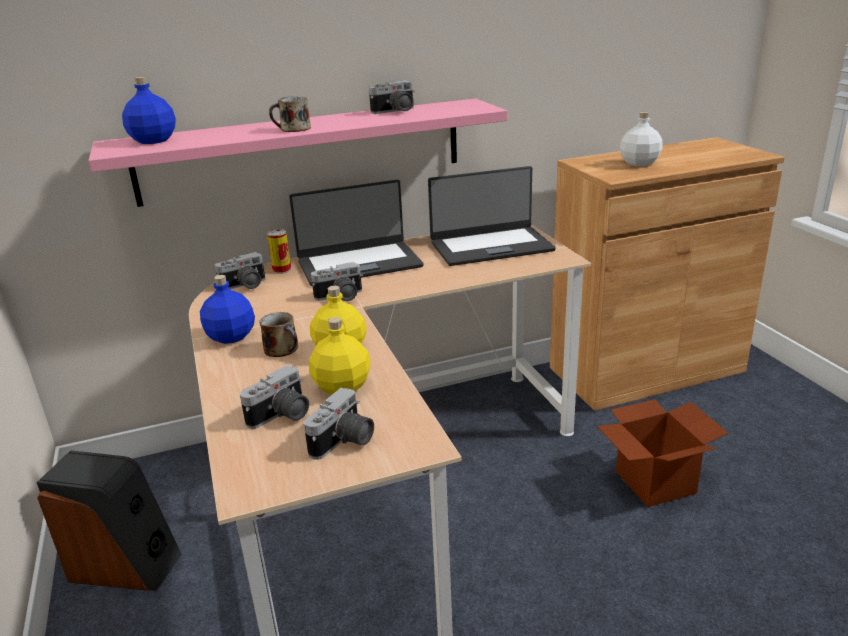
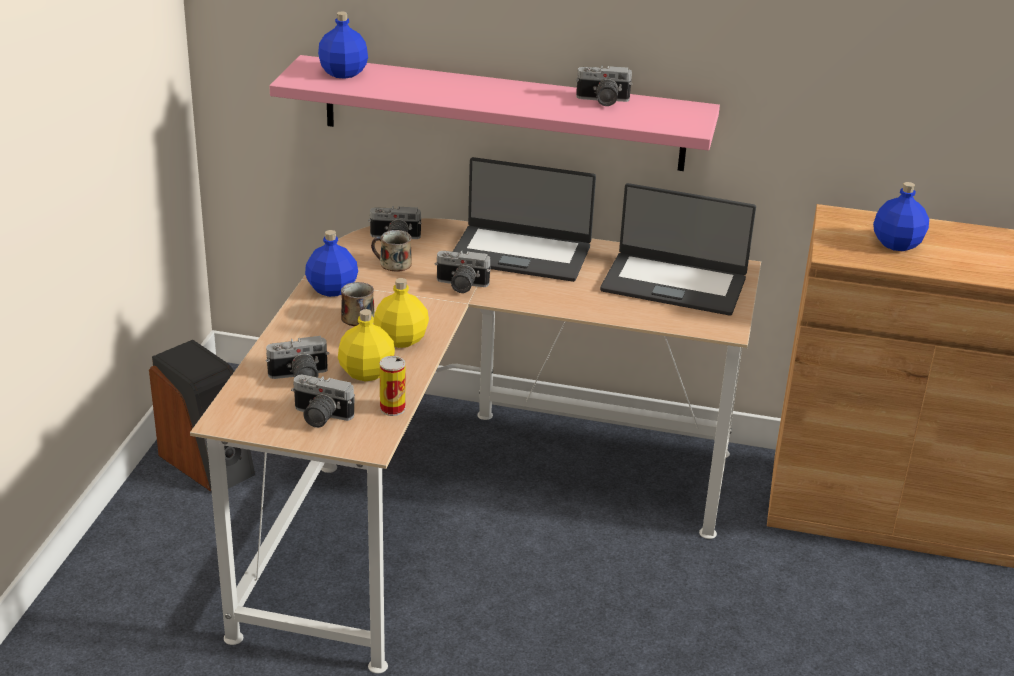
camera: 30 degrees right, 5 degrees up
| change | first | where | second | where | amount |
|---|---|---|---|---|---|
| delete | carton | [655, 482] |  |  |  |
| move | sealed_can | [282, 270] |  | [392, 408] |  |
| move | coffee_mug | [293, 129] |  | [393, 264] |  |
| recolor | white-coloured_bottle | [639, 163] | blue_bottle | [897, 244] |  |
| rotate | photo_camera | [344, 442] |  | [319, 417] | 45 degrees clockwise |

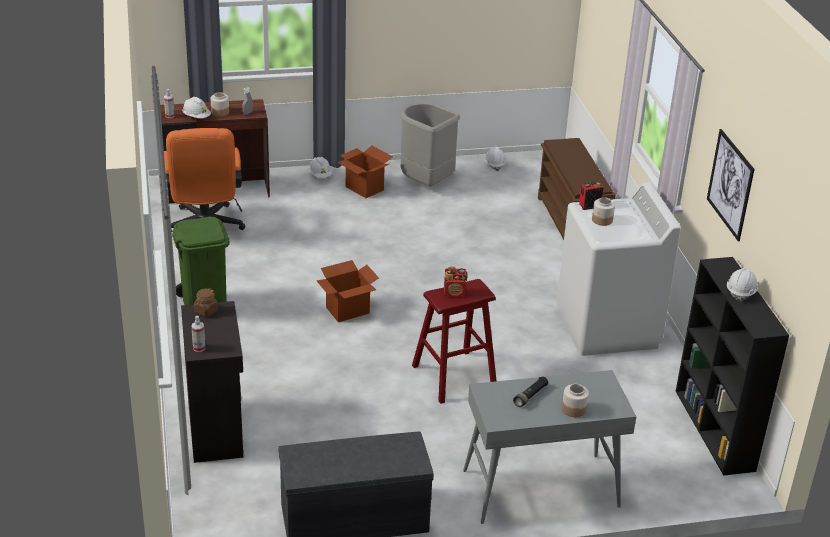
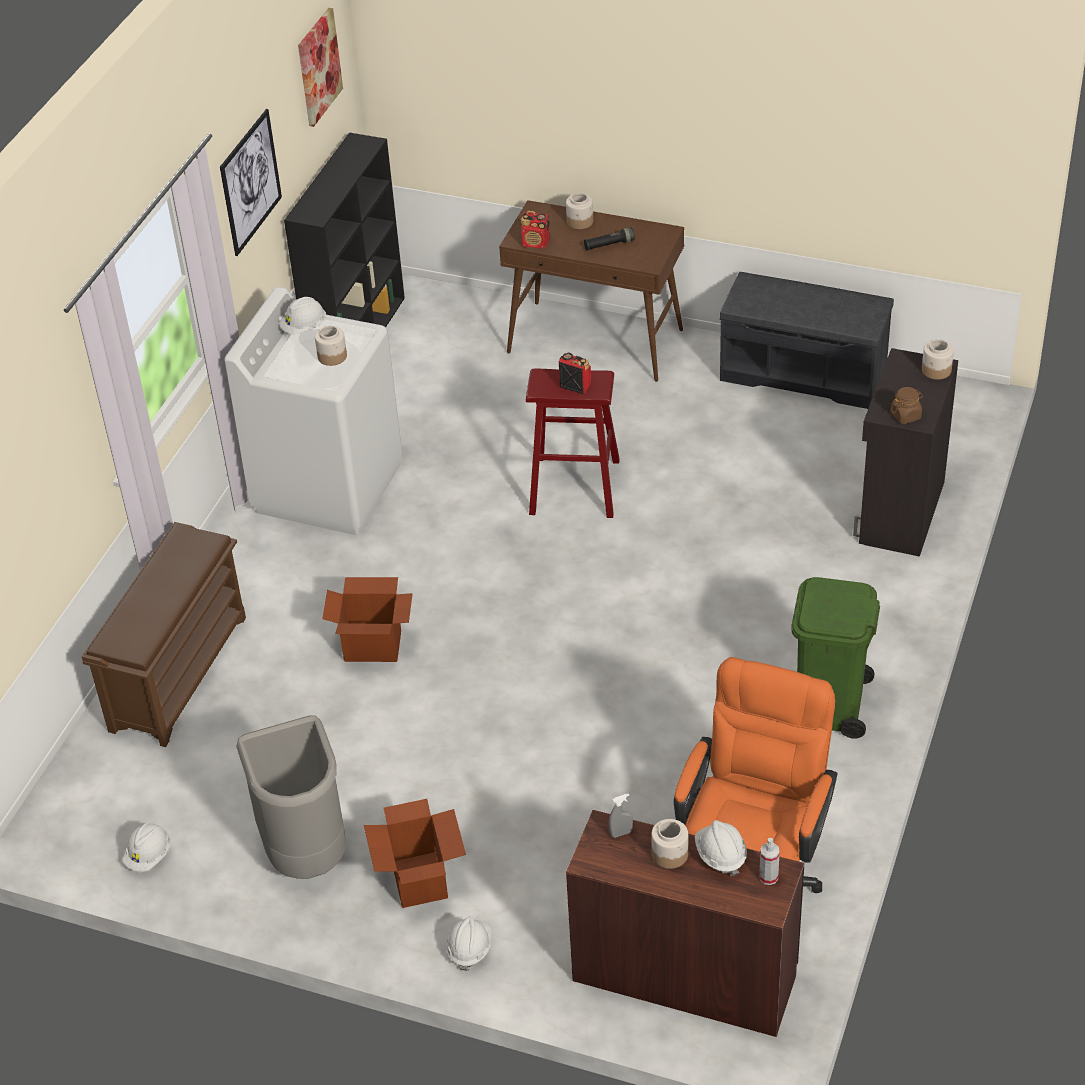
camera: 145 degrees left, 10 degrees up
| change | first | where | second | where | amount |
|---|---|---|---|---|---|
| insert |  |  | picture | [318, 67] |  |
| move | carton | [347, 310] |  | [373, 646] |  |
| move | radio_set | [589, 206] |  | [536, 243] |  |
| move | white-coloured_work_helmet | [740, 292] |  | [304, 328] |  |
| replace | spray_bottle | [199, 348] | storage_jar | [936, 370] |  |
| recolor | greyish_hall_table | [540, 489] | brown-coloured_hall_table | [596, 341] |  |

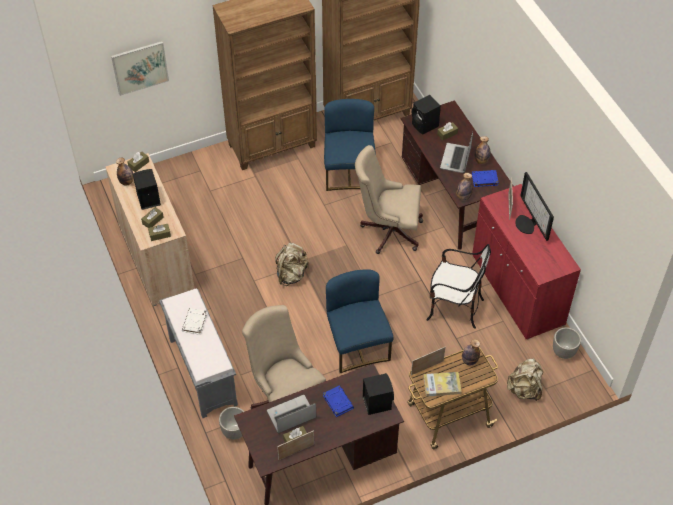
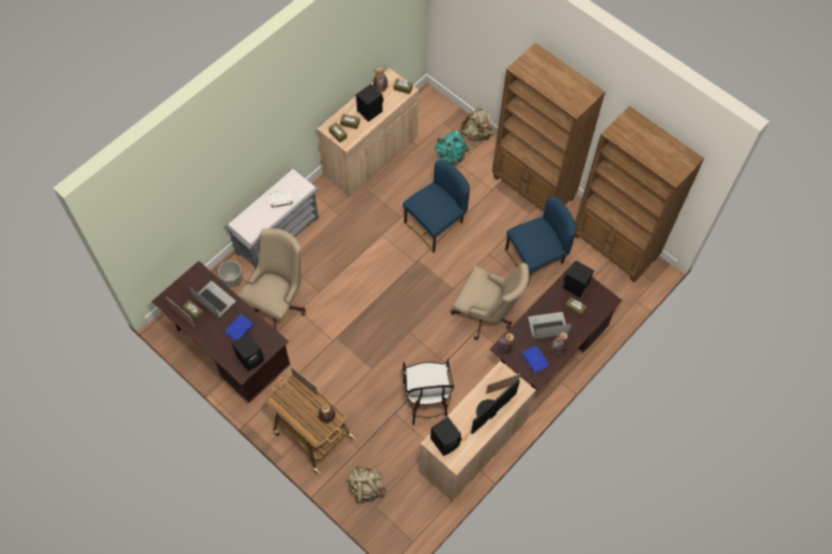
camera: 65 degrees right, 10 degrees up
| change | first | where | second | where | amount |
|---|---|---|---|---|---|
| delete | picture | [140, 67] |  |  |  |
| delete | bound_book | [442, 385] |  |  |  |
| delete | planter | [563, 352] |  |  |  |
| insert |  |  | blackish_audio_speaker | [446, 441] |  |
| insert |  |  | turquoise-coloured_rucksack | [451, 156] |  |
| move | beige-coloured_rucksack | [291, 274] |  | [477, 134] |  |
| move | blue_chair | [357, 345] |  | [436, 225] |  |
| recolor | reddish_storage_cabinet | [517, 290] | beige-coloured_storage_cabinet | [472, 447] |  |
| rotate | beige-coloured_computer_chair | [388, 230] |  | [486, 315] | 135 degrees clockwise |

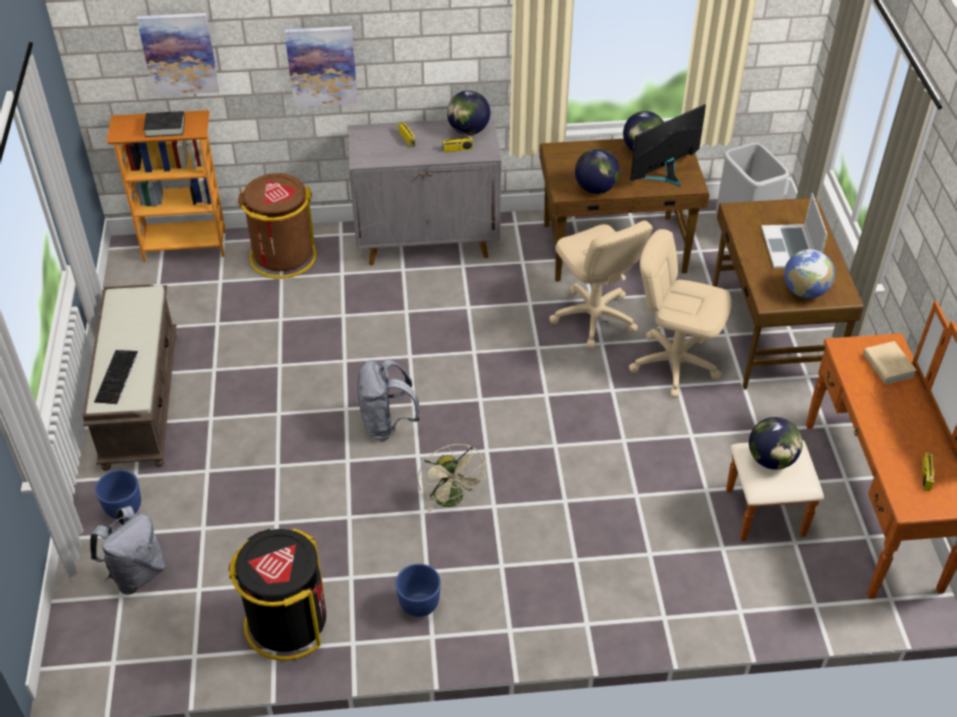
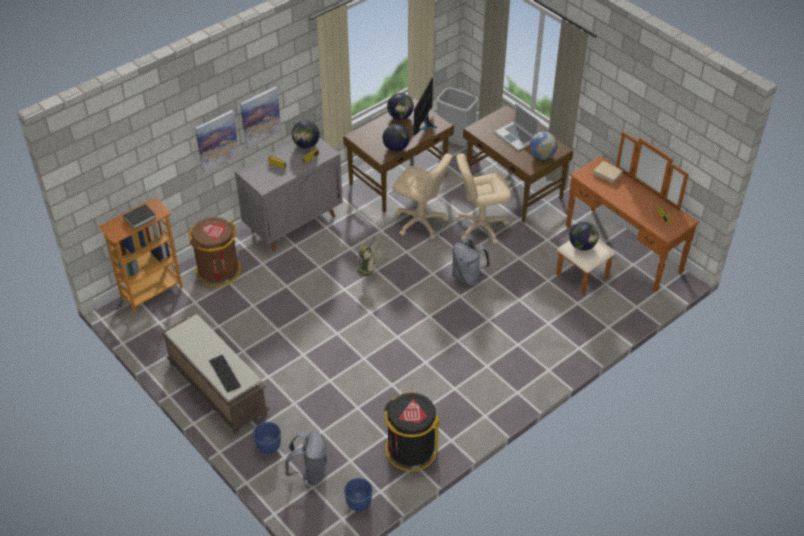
camera: 35 degrees left, 0 degrees up
| change | first | where | second | where | amount |
|---|---|---|---|---|---|
| move | picture | [179, 53] |  | [260, 117] |  |
| move | greyish_rucksack | [387, 424] |  | [468, 277] |  |
| move | blue_planter | [418, 604] |  | [358, 503] |  |
| move | beige-coloured_electric_fan | [452, 500] |  | [369, 271] |  |

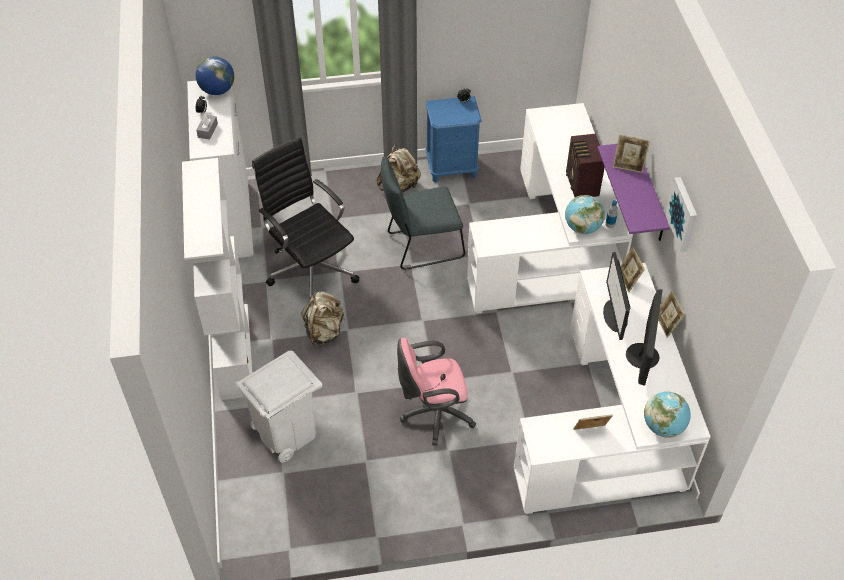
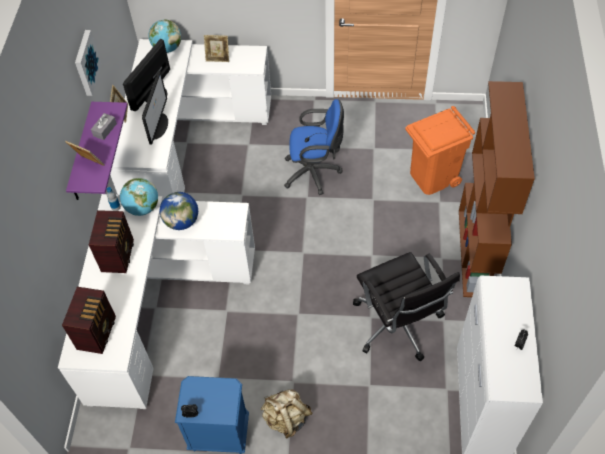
camera: 165 degrees left, 5 degrees up
| change | first | where | second | where | amount |
|---|---|---|---|---|---|
| delete | beige-coloured_rucksack | [324, 331] |  |  |  |
| delete | greyish_chair | [421, 246] |  |  |  |
| delete | standing_frame | [628, 280] |  |  |  |
| insert |  |  | radio_set | [98, 332] |  |
| move | globe | [217, 90] |  | [181, 221] |  |
| move | greyish_tissue_box | [207, 130] |  | [105, 130] |  |
| recolor | white-coloured_bookshelf | [234, 350] | brown-coloured_bookshelf | [475, 253] |  |
| recolor | white-coloured_waste_bin | [286, 433] | orange-coloured_waste_bin | [433, 177] |  |
| recolor | pink-coloured_computer_chair | [433, 414] | blue_computer_chair | [314, 172] |  |

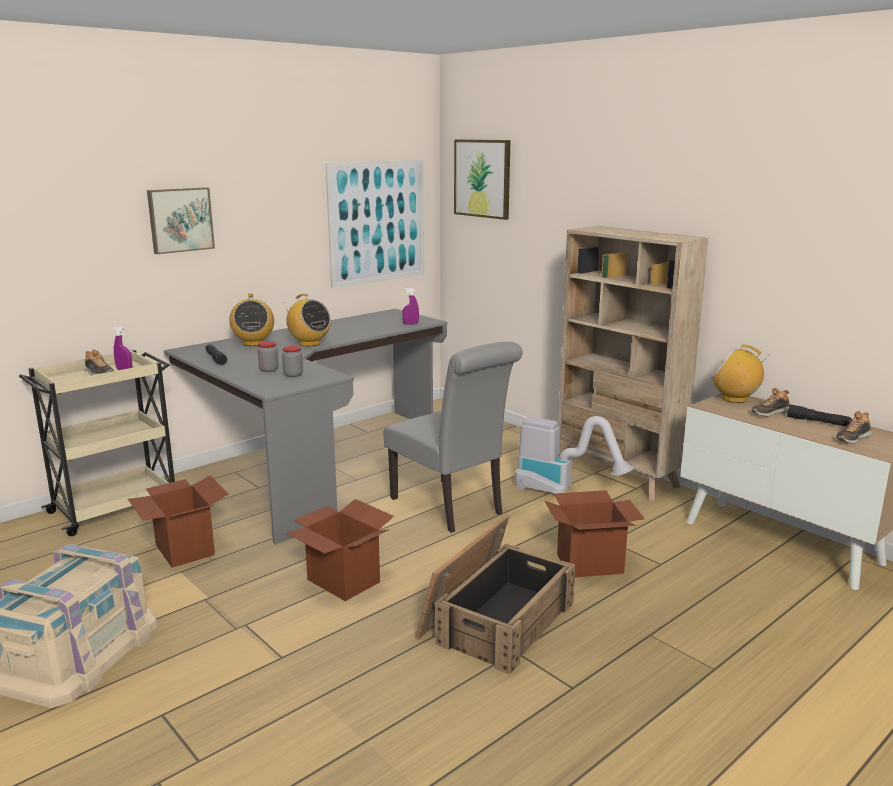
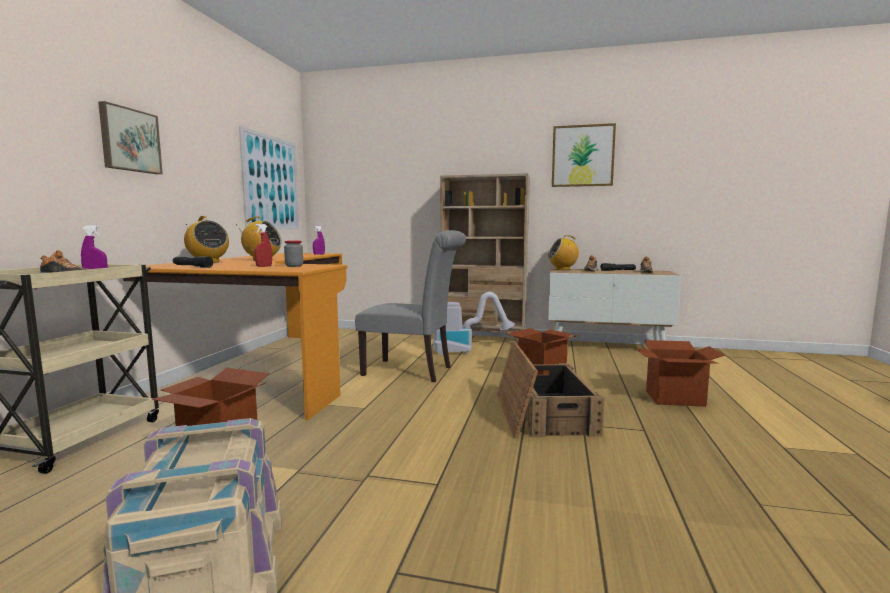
camera: 35 degrees left, 10 degrees down
| change | first | where | second | where | amount |
|---|---|---|---|---|---|
| move | carton | [343, 581] |  | [674, 399] |  |
| move | picture | [482, 178] |  | [582, 156] |  |
| replace | storage_jar | [269, 370] | reddish_spray_bottle | [264, 266] |  |
| recolor | greyish_desk_unit | [315, 464] | orange-coloured_desk_unit | [267, 371] |  |

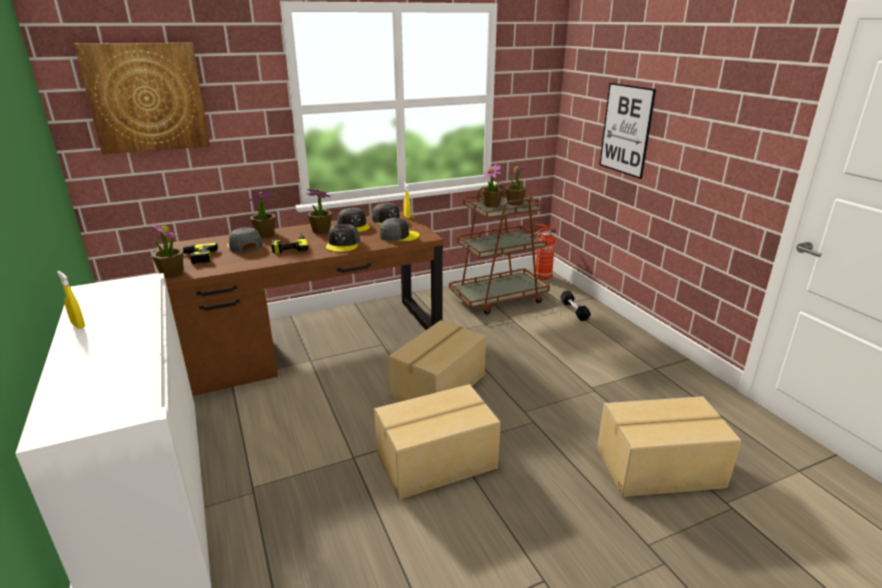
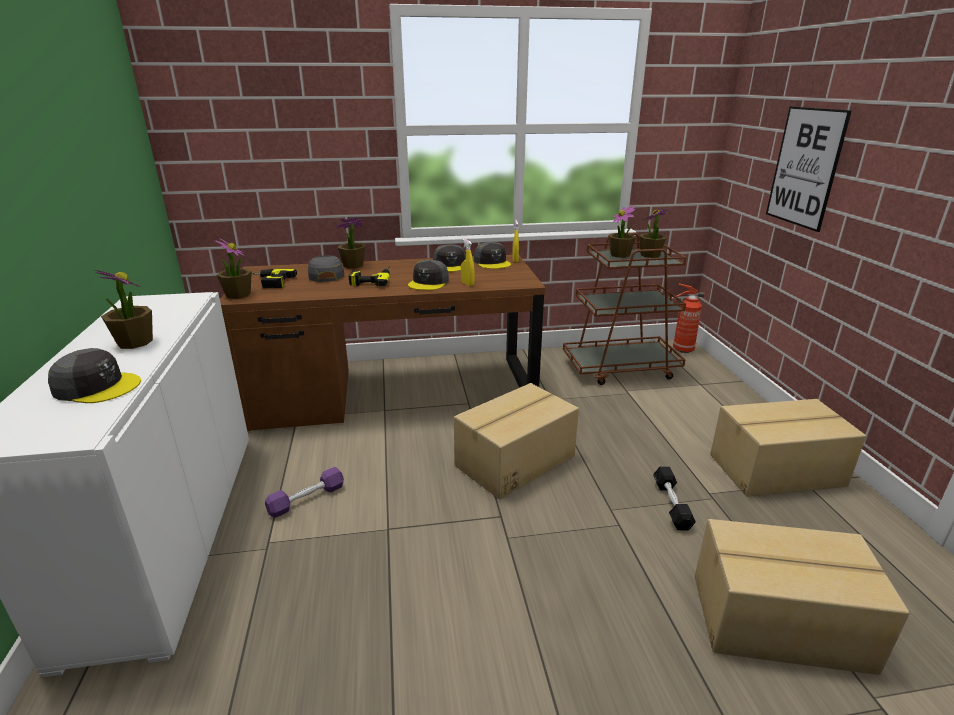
camera: 15 degrees right, 0 degrees up
| change | first | where | second | where | amount |
|---|---|---|---|---|---|
| delete | picture | [147, 98] |  |  |  |
| insert |  |  | purplish_hand_weight | [307, 499] |  |
| move | yellow-coloured_spray_bottle | [78, 325] |  | [467, 284] |  |
| move | potted_plant | [321, 230] |  | [134, 342] |  |
| move | carton | [437, 462] |  | [777, 471] |  |
| move | greyish_cap | [398, 236] |  | [97, 386] |  |
| move | blackish_hand_weight | [574, 310] |  | [671, 504] |  |

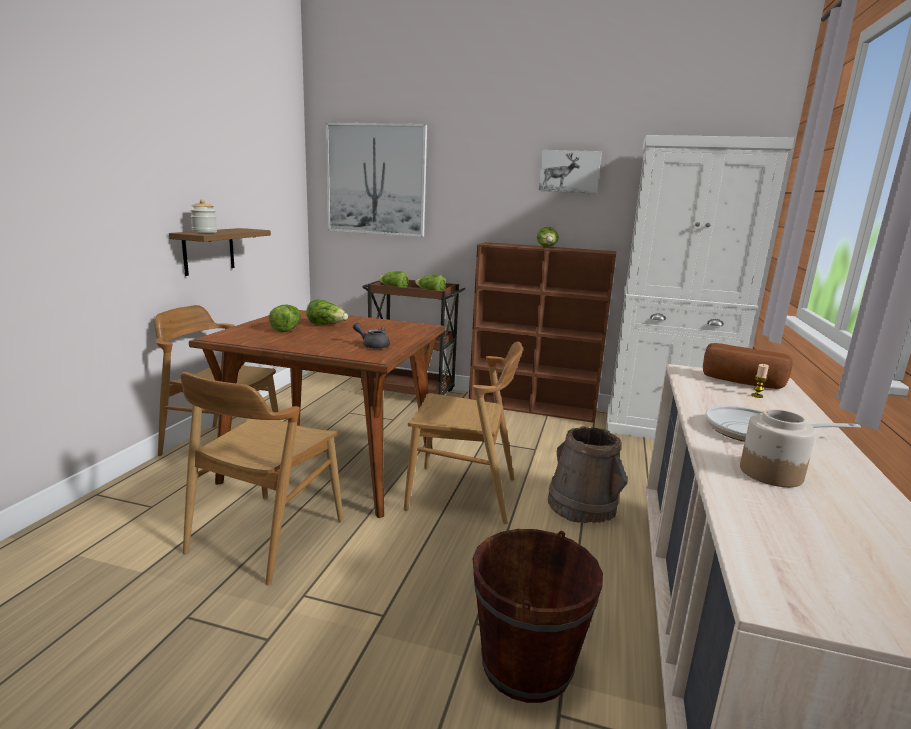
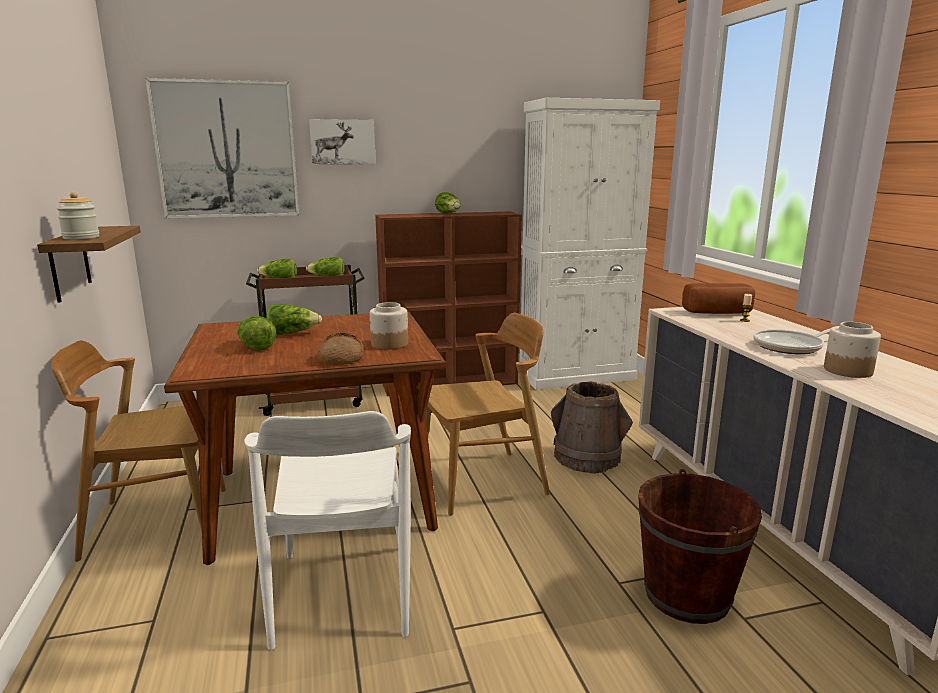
camera: 30 degrees left, 0 degrees up
| change | first | where | second | where | amount |
|---|---|---|---|---|---|
| insert |  |  | baked_bread | [341, 358] |  |
| move | picture | [569, 171] |  | [342, 142] |  |
| replace | greyish_tea_pot | [373, 345] | storage_jar | [389, 344] |  |
| recolor | brown-coloured_chair | [266, 536] | white-coloured_chair | [342, 593] |  |

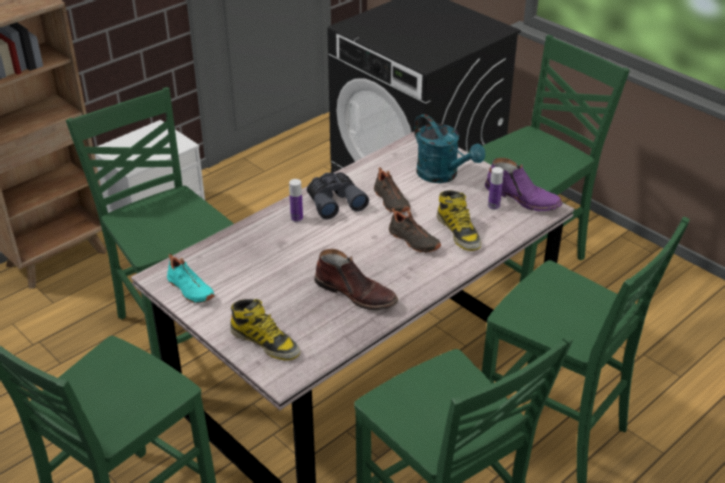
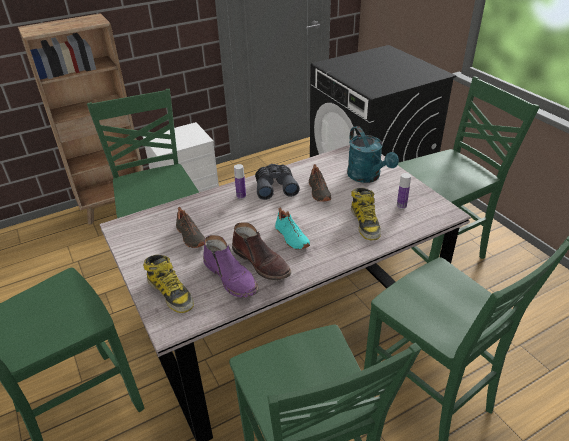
camera: 15 degrees right, 0 degrees up
| change | first | where | second | where | amount |
|---|---|---|---|---|---|
| move | turquoise-coloured_shoe | [189, 290] |  | [291, 238] |  |
| move | blackish_shoe | [413, 241] |  | [190, 237] |  |
| move | purplish_boot | [523, 198] |  | [231, 277] |  |

